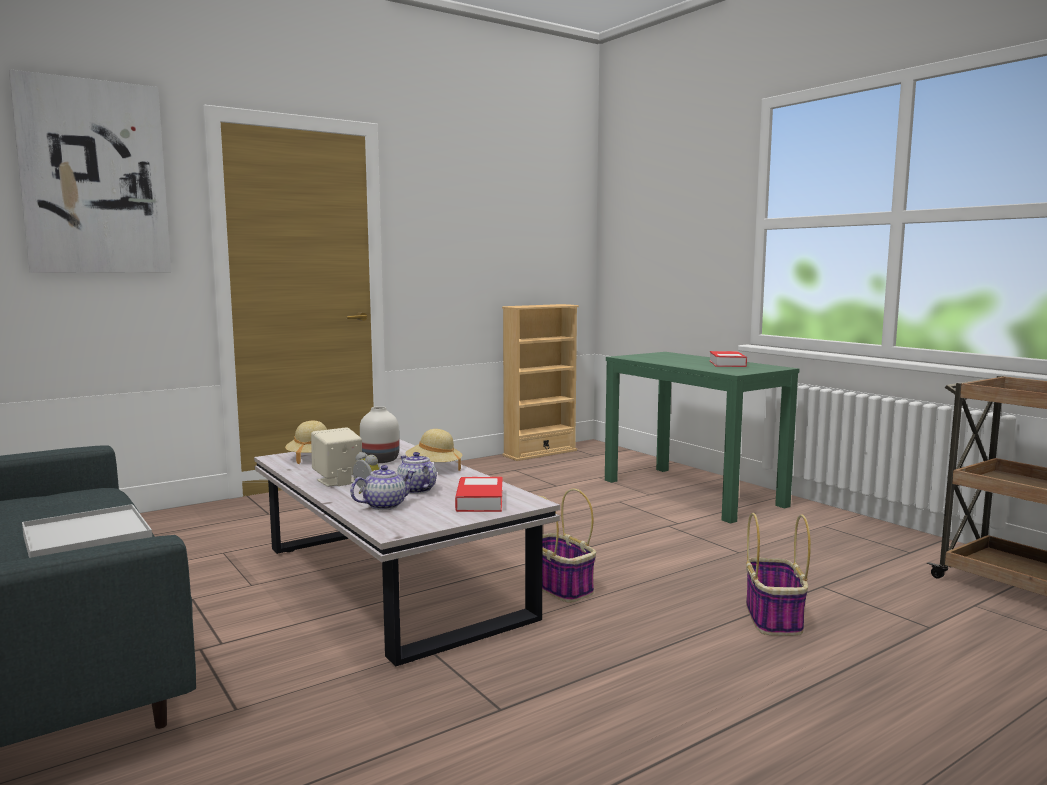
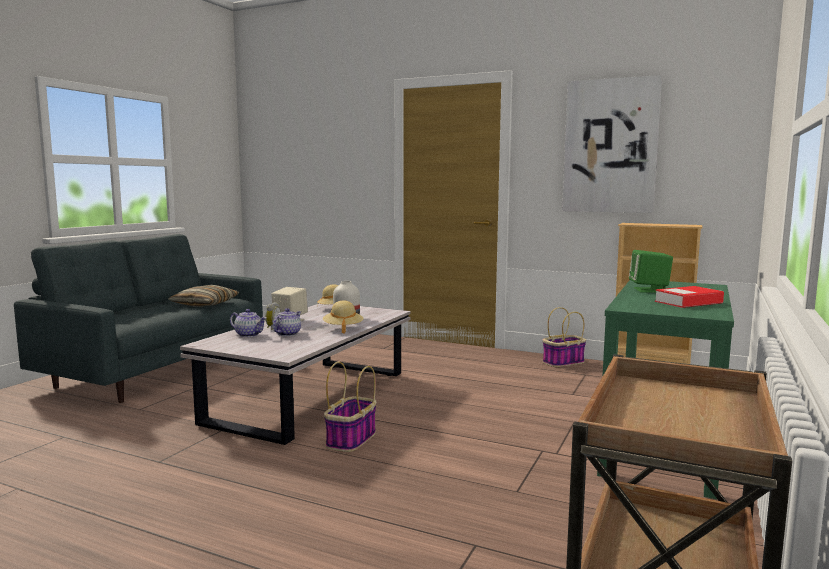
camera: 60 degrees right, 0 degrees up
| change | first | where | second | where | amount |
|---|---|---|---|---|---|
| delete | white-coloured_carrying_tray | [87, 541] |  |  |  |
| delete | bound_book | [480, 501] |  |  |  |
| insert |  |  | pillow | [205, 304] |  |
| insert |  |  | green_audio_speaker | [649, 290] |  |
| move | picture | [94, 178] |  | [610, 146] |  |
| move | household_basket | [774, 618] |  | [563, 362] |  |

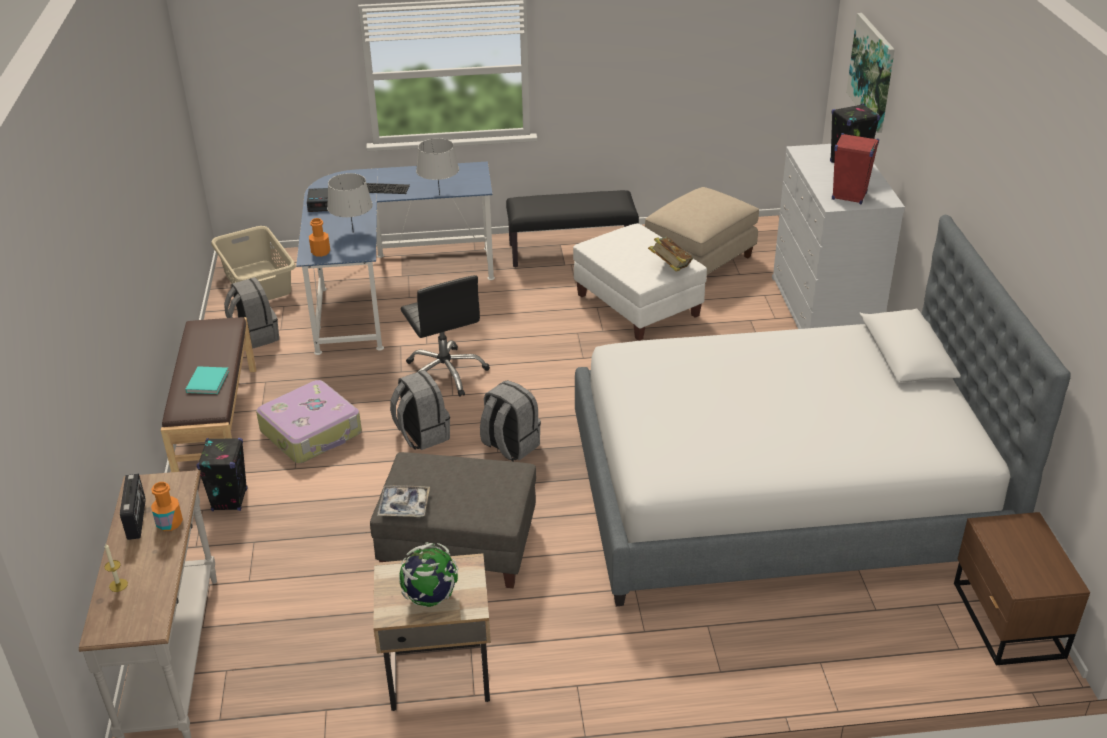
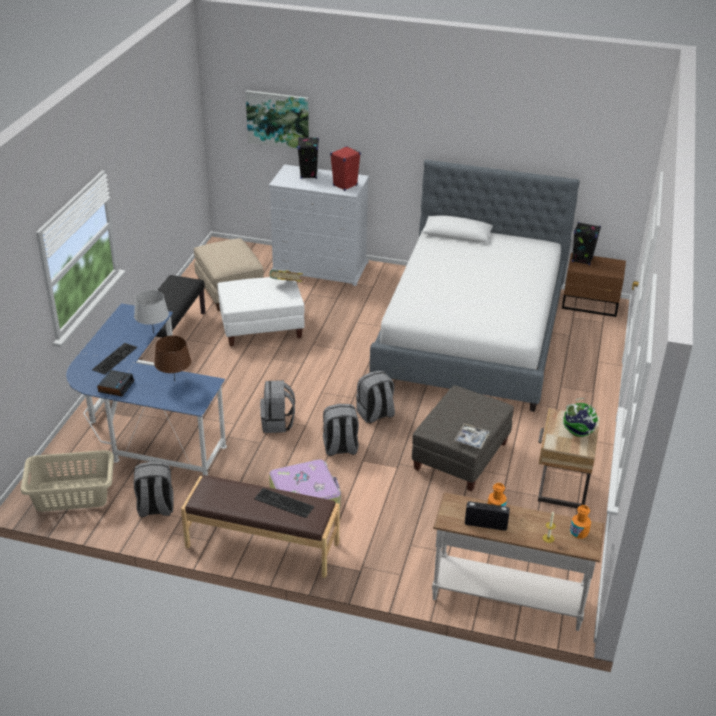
camera: 70 degrees left, 0 degrees up
| change | first | where | second | where | amount |
|---|---|---|---|---|---|
| move | blackish_audio_speaker | [229, 500] |  | [582, 260] |  |
| move | orange-coloured_bottle | [320, 252] |  | [579, 533] |  |
| replace | turquoise-coloured_bound_book | [208, 381] | keyboard | [283, 503] |  |
| replace | blackish_computer_chair | [445, 373] | greyish_rucksack | [277, 423] |  |
| recolor | greyish_lamp_for_a_table | [353, 232] | brown-coloured_lamp_for_a_table | [175, 381] |  |

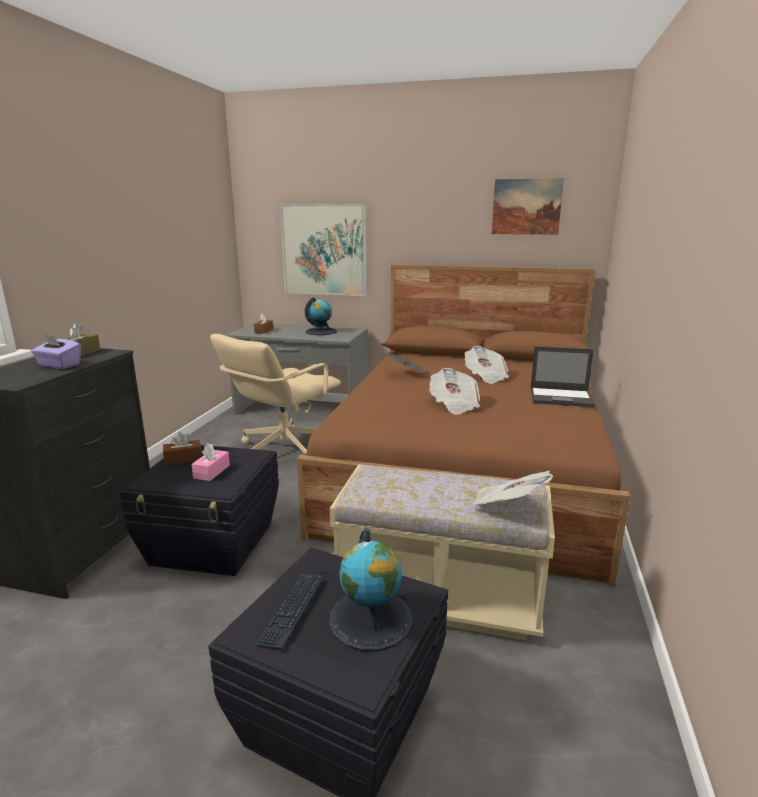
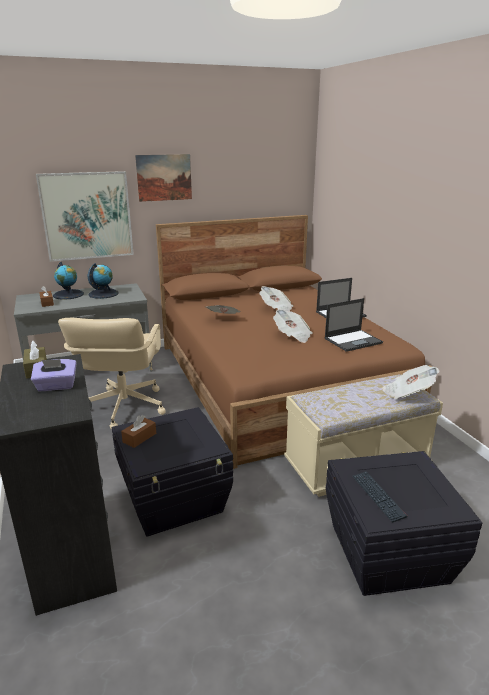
camera: 35 degrees left, 5 degrees up
| change | first | where | second | where | amount |
|---|---|---|---|---|---|
| delete | pink-coloured_tissue_box | [212, 472] |  |  |  |
| insert |  |  | portable_computer | [353, 340] |  |
| move | globe | [371, 619] |  | [68, 294] |  |
| move | picture | [526, 207] |  | [164, 177] |  |

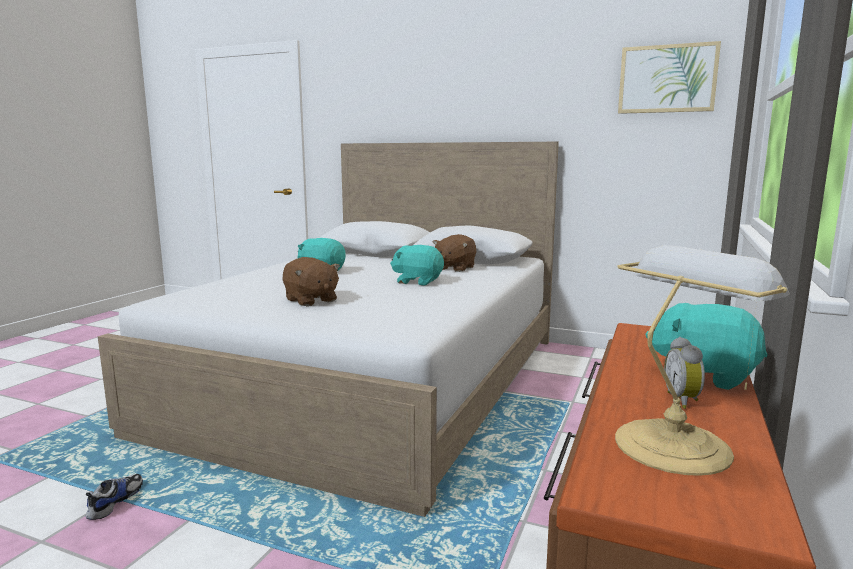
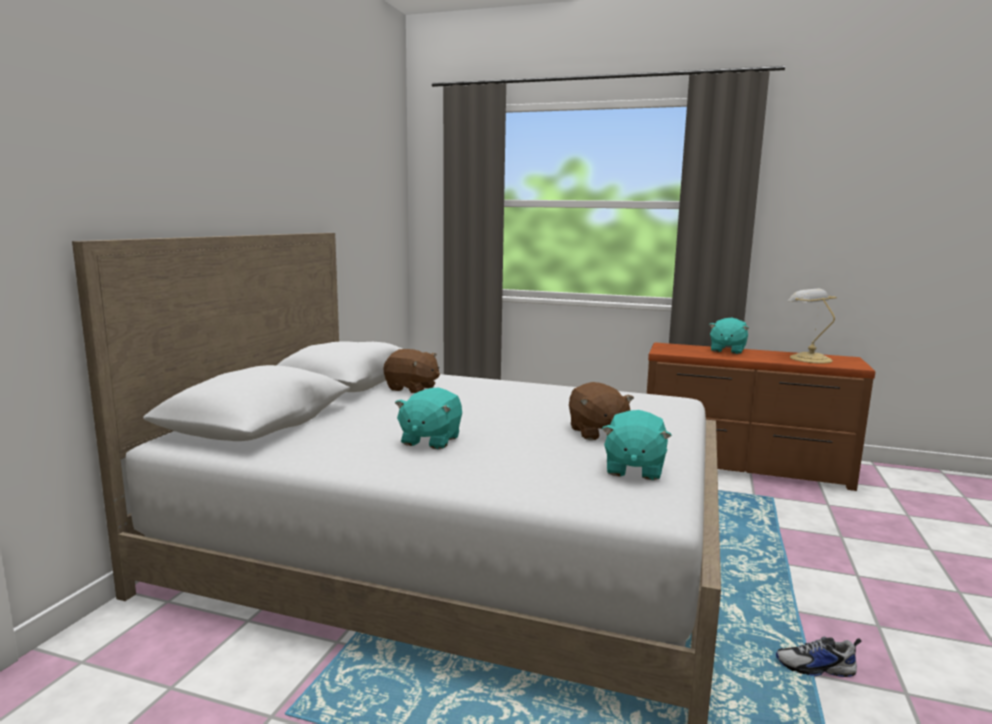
camera: 95 degrees left, 0 degrees up
| change | first | where | second | where | amount |
|---|---|---|---|---|---|
| delete | picture | [667, 79] |  |  |  |
| delete | bedside_clock | [684, 400] |  |  |  |
| move | turquoise-coloured_soft_toy | [417, 281] |  | [633, 469] |  |
| rotate | brown-coloured_soft_toy | [310, 300] |  | [596, 432] | 120 degrees clockwise |

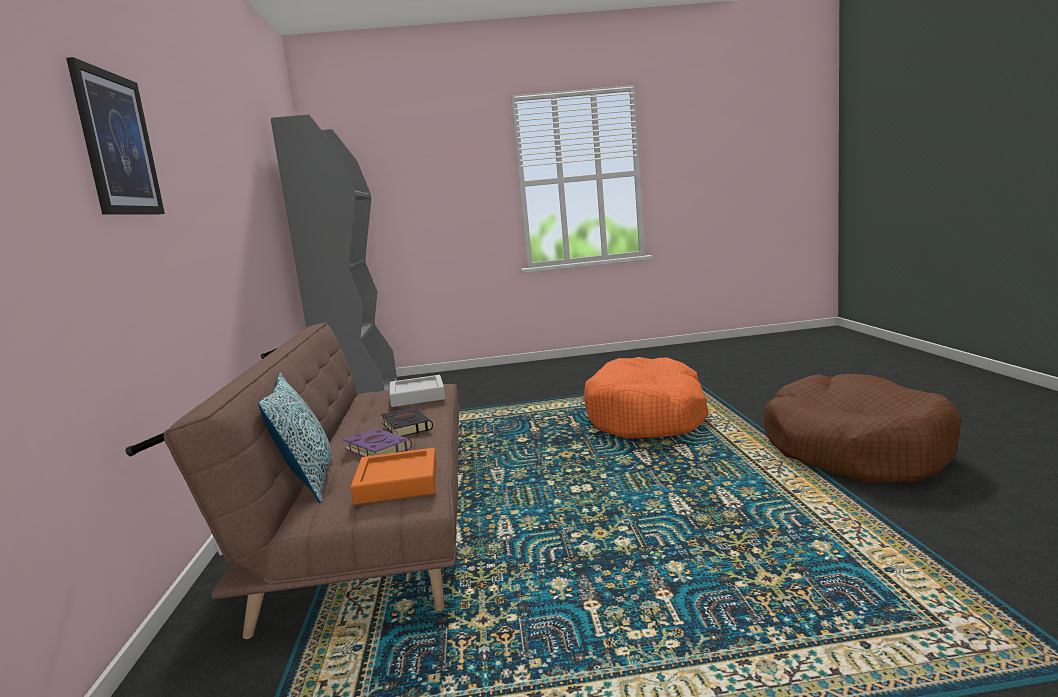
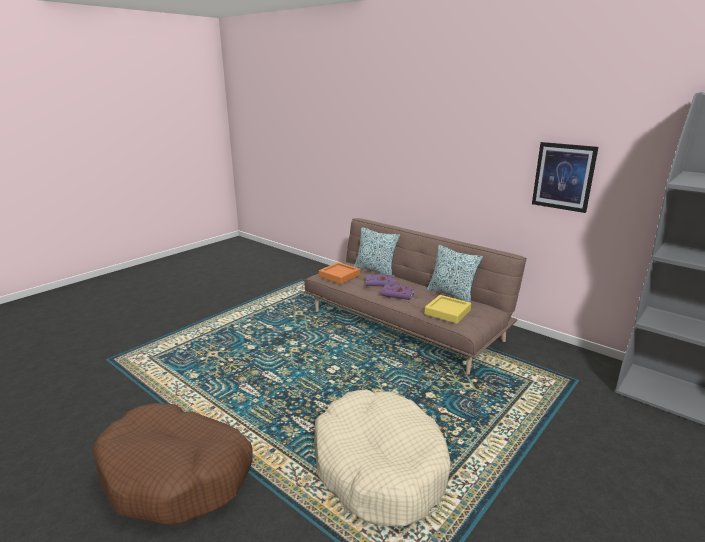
camera: 135 degrees right, 10 degrees up
| change | first | where | second | where | amount |
|---|---|---|---|---|---|
| insert |  |  | pillow | [451, 294] |  |
| move | picture | [117, 144] |  | [563, 176] |  |
| recolor | blackish_bound_book | [406, 426] | purplish_bound_book | [398, 294] |  |
| recolor | greyish_carrying_tray | [417, 396] | yellow-coloured_carrying_tray | [447, 312] |  |
| recolor | orange-coloured_pet_bed | [647, 417] | beige-coloured_pet_bed | [378, 467] |  |

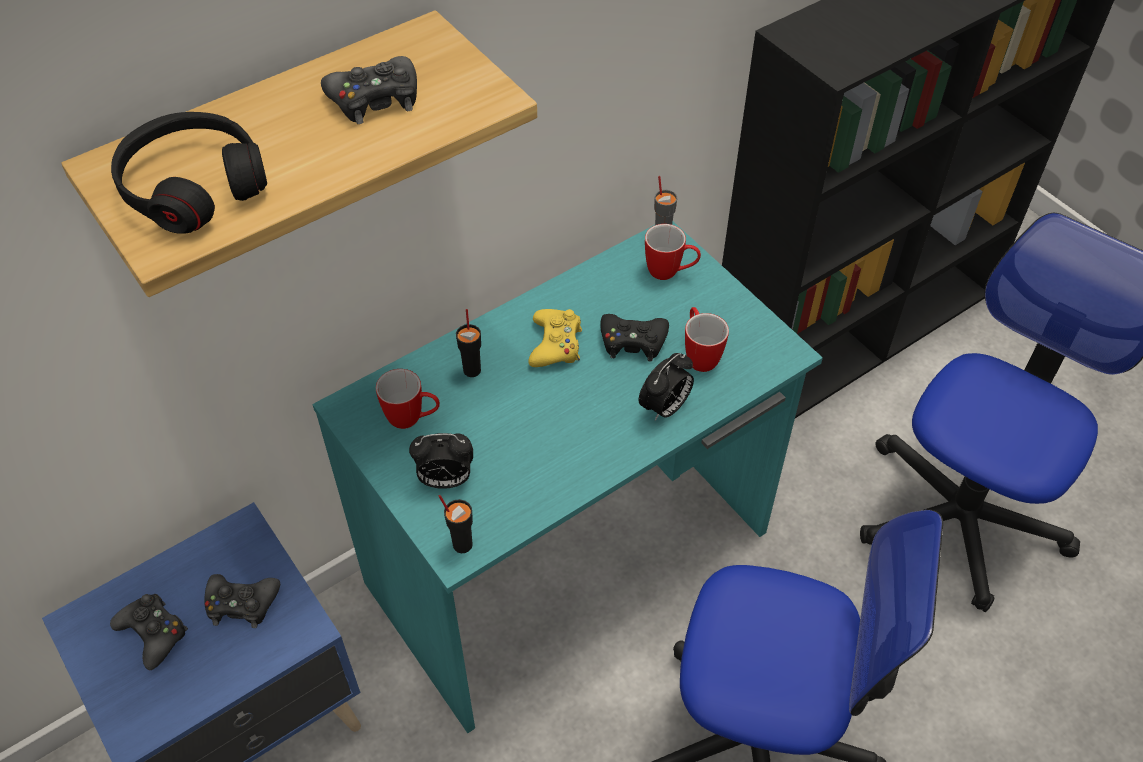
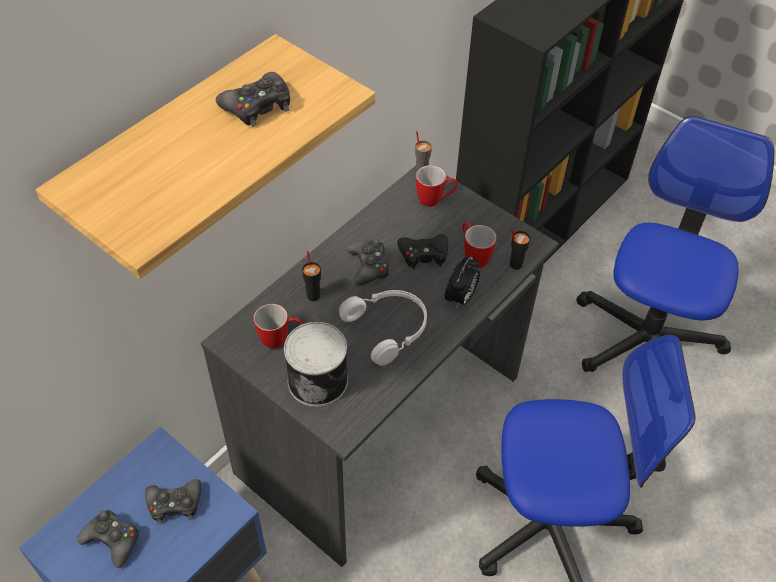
camera: 15 degrees left, 0 degrees up
| change | first | where | second | where | amount |
|---|---|---|---|---|---|
| delete | blackish_pair_of_headphones | [193, 185] |  |  |  |
| insert |  |  | white-coloured_pair_of_headphones | [388, 328] |  |
| move | blackish_drinking_cup | [462, 544] |  | [515, 264] |  |
| replace | bedside_clock | [445, 480] | sealed_can | [318, 380] |  |
| recolor | turquoise-coloured_desk_unit | [572, 560] | greyish_desk_unit | [384, 425] |  |
| recolor | yellow-coloured_game_controller | [555, 344] | blackish_game_controller | [369, 266] |  |

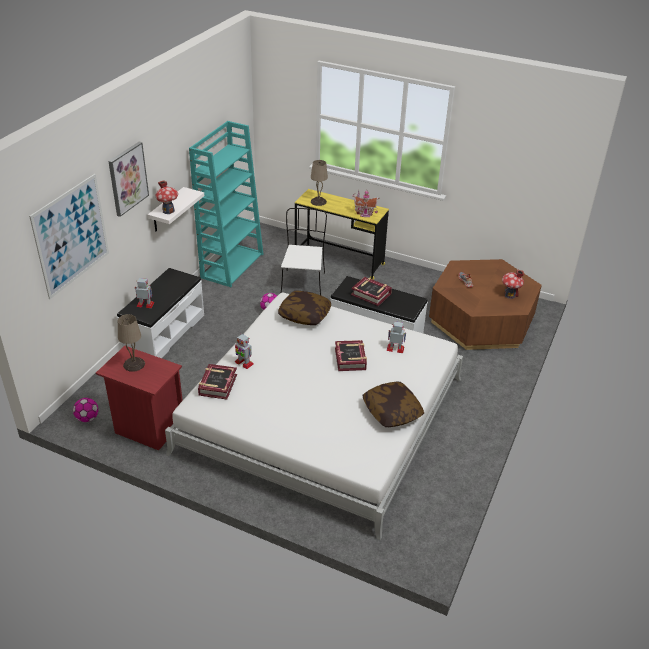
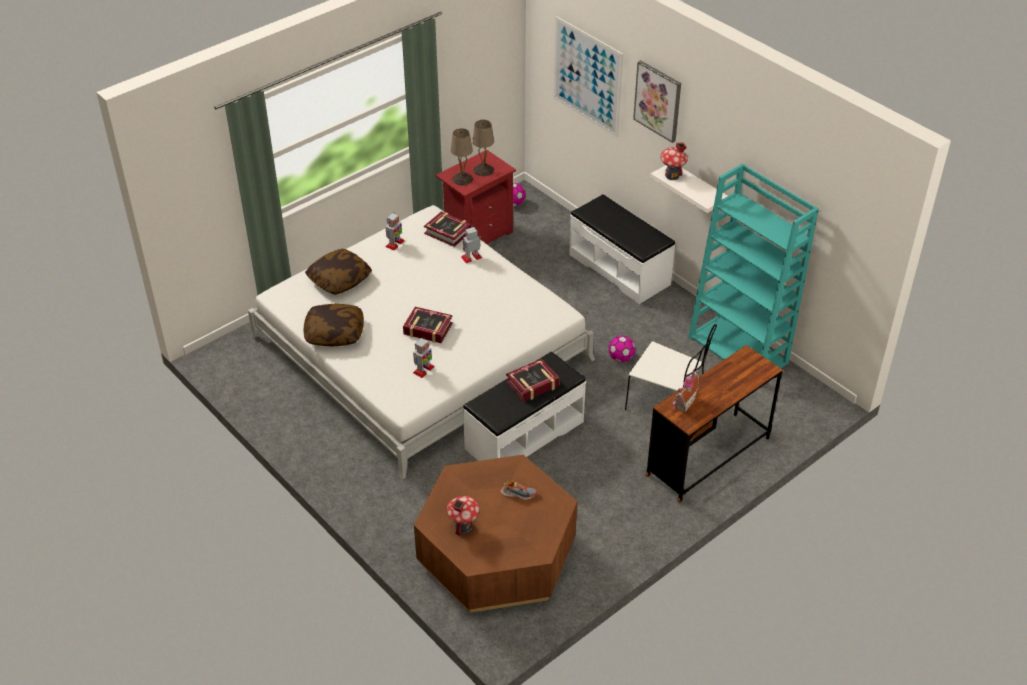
camera: 115 degrees right, 5 degrees up
| change | first | where | second | where | amount |
|---|---|---|---|---|---|
| move | robot_figure | [145, 304] |  | [395, 244] |  |
| move | pillow | [304, 315] |  | [339, 279] |  |
| move | beige-coloured_lamp_for_a_table | [318, 202] |  | [462, 179] |  |
| recolor | yellow-coloured_desk_unit | [339, 261] | brown-coloured_desk_unit | [708, 457] |  |

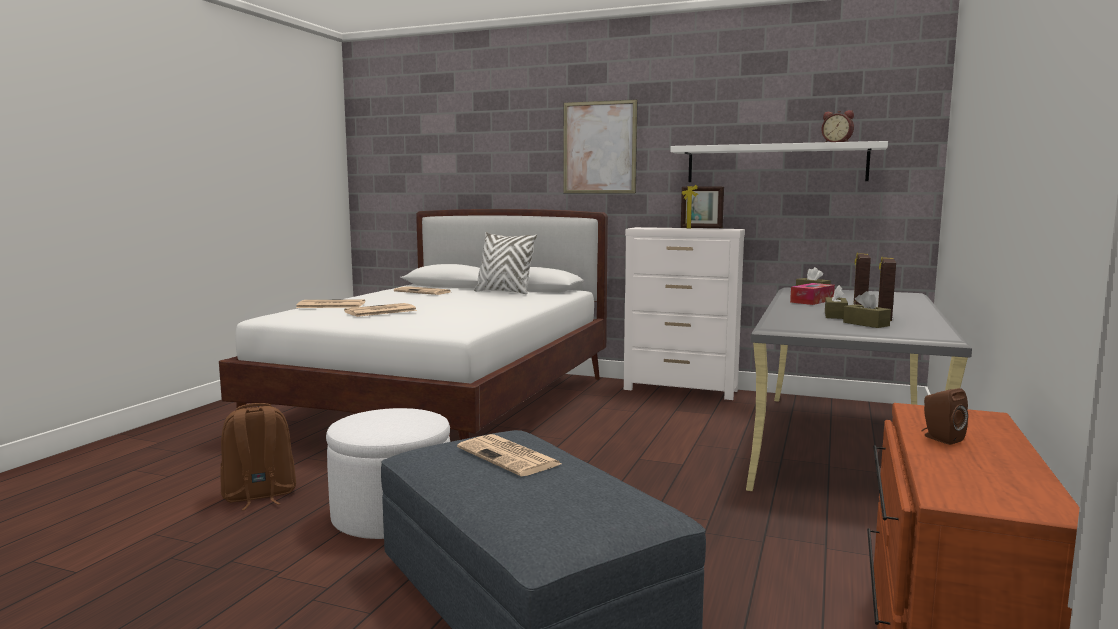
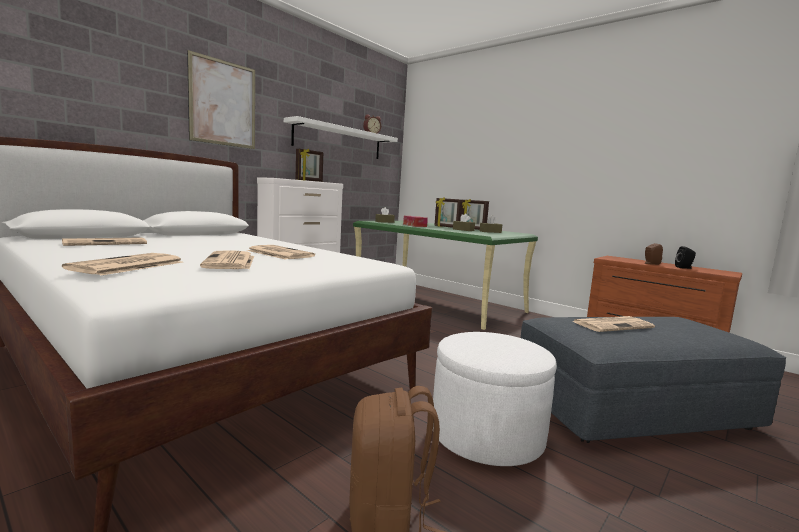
camera: 70 degrees left, 0 degrees up
| change | first | where | second | where | amount |
|---|---|---|---|---|---|
| delete | white-coloured_pillow | [504, 292] |  |  |  |
| insert |  |  | daily_paper | [279, 253] |  |
| insert |  |  | blackish_audio_speaker | [684, 268] |  |
| recolor | greyish_desk_unit | [844, 446] | green_desk_unit | [436, 302] |  |

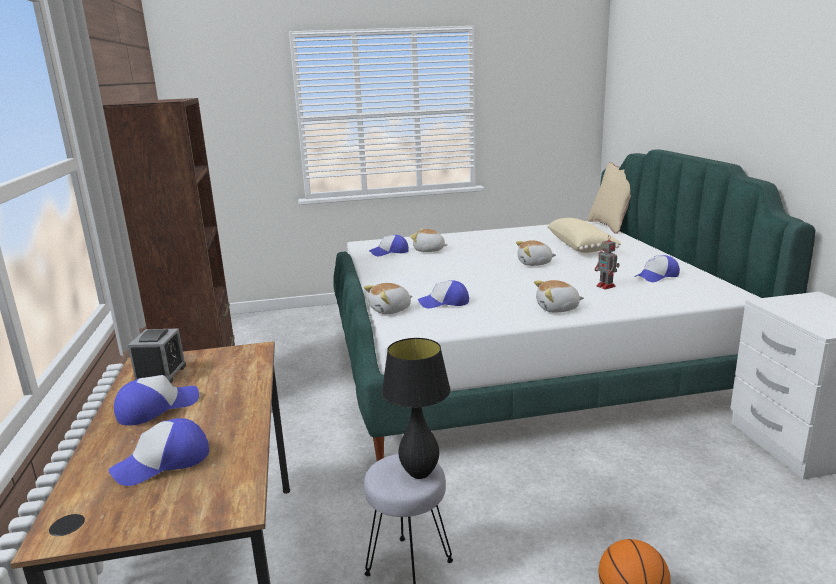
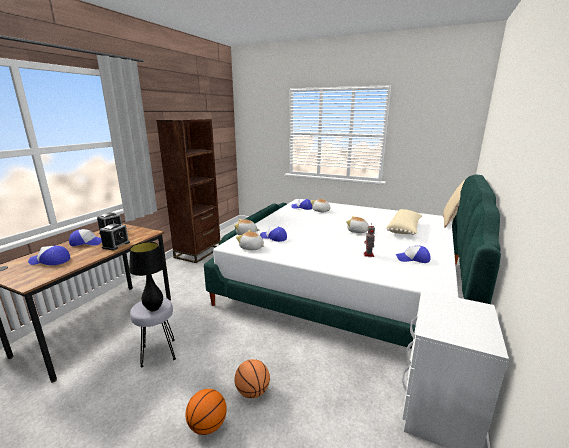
camera: 35 degrees right, 0 degrees up
| change | first | where | second | where | amount |
|---|---|---|---|---|---|
| insert |  |  | bedside_clock | [116, 245] |  |
| insert |  |  | basketball_ball | [252, 392] |  |
| move | soft_toy | [557, 309] |  | [251, 248] |  |

